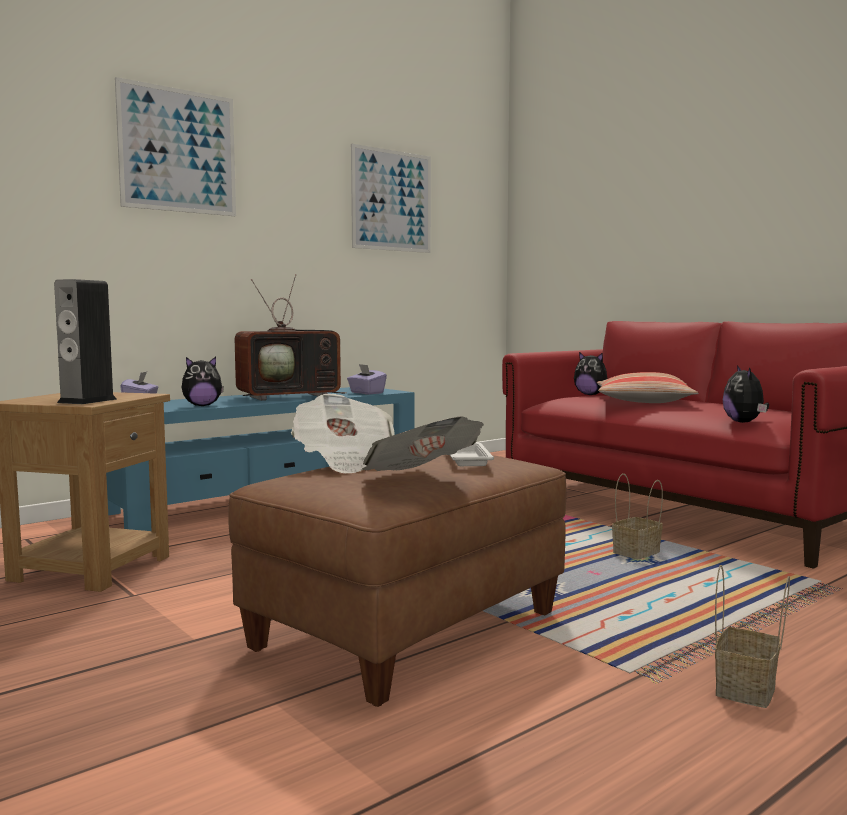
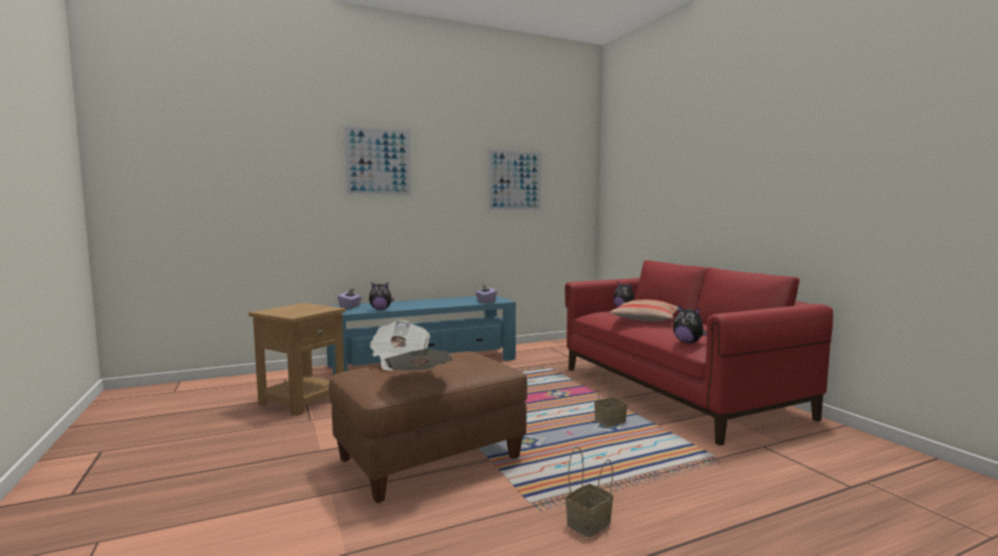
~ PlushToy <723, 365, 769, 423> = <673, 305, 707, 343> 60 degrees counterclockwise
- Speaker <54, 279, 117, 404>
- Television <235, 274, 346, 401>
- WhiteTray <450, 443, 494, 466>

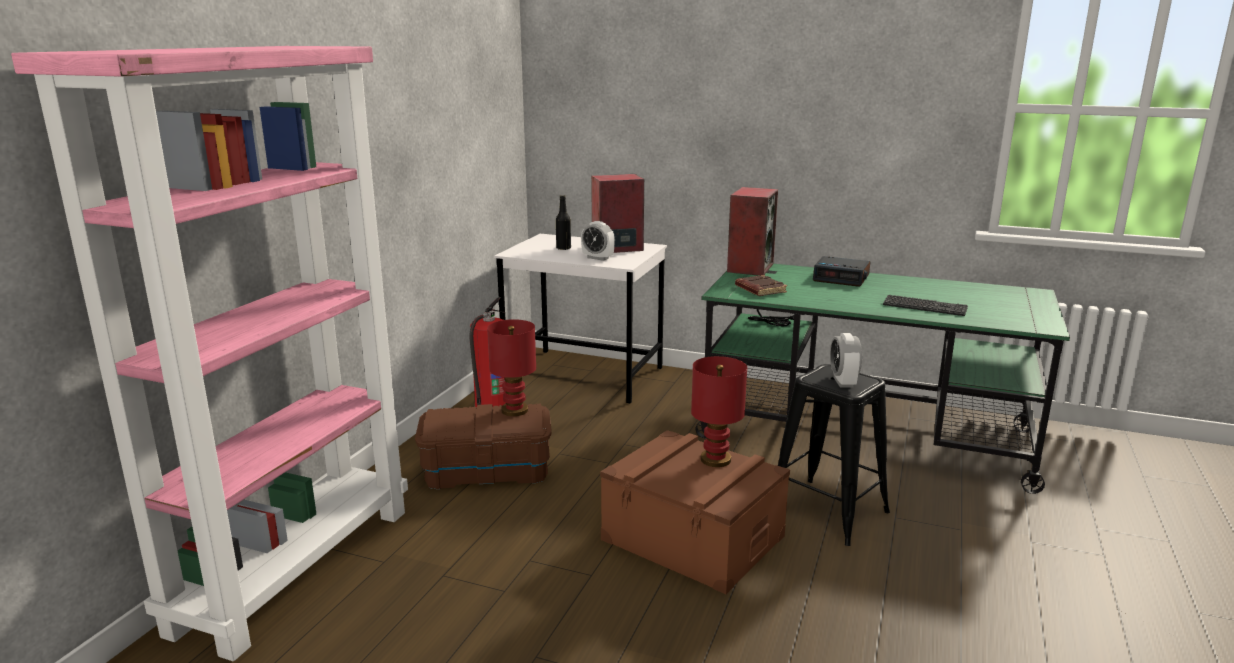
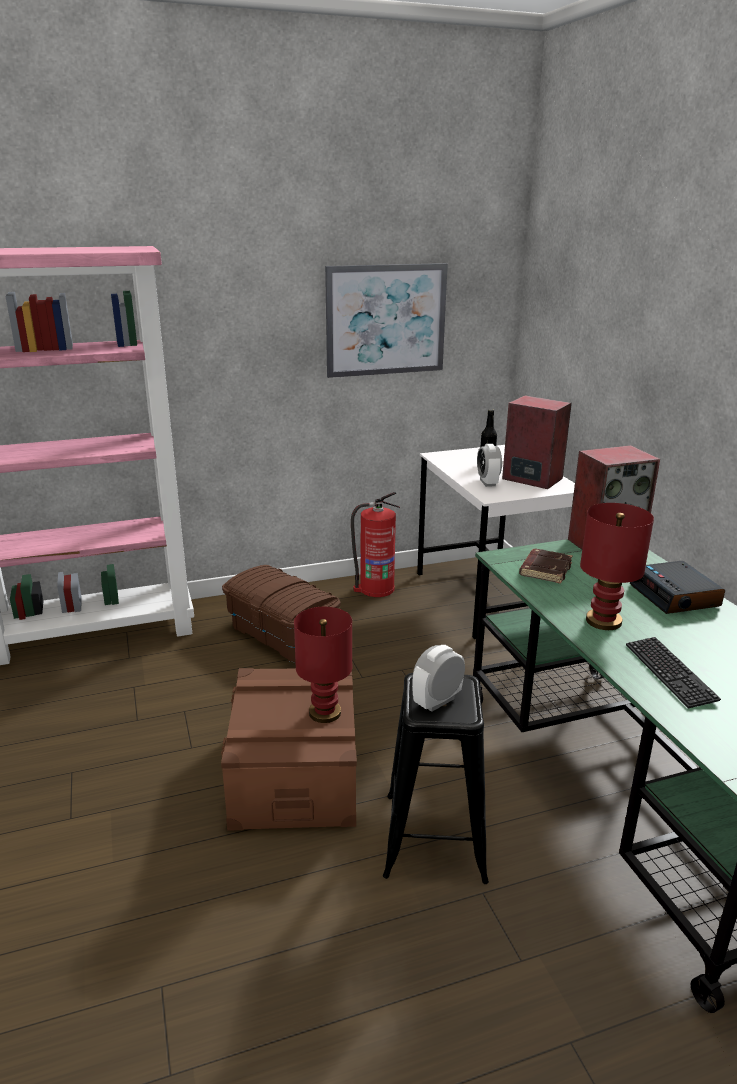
+ Picture <325, 263, 448, 378>
~ RedTableLamp <487, 319, 536, 416> to <580, 503, 654, 630>

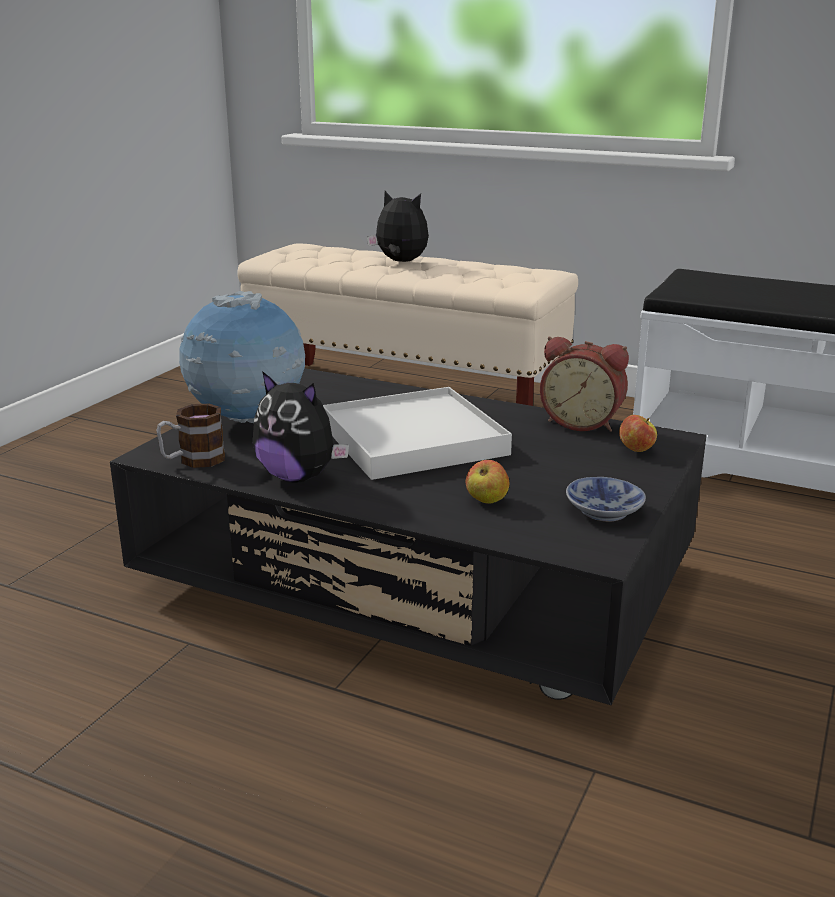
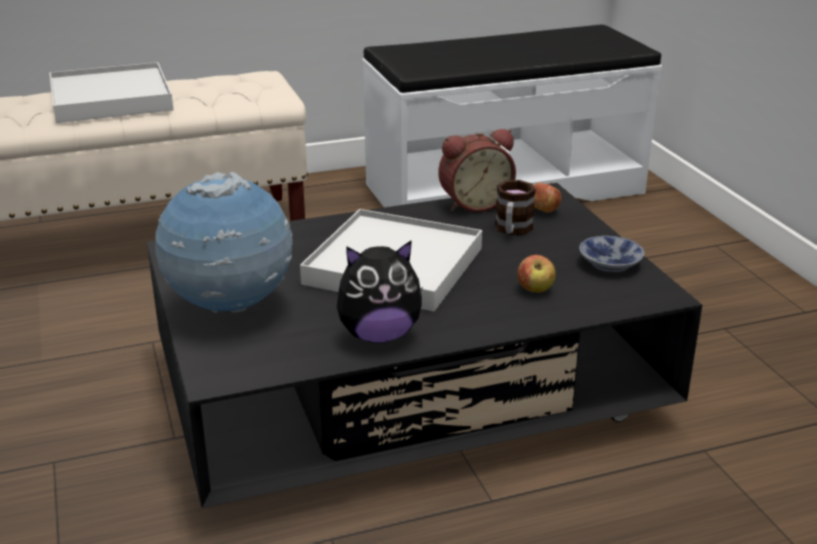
~ PlushToy <367, 191, 429, 262> to WhiteTray <49, 62, 174, 123>
~ Mug <156, 404, 225, 468> to <495, 180, 536, 235>

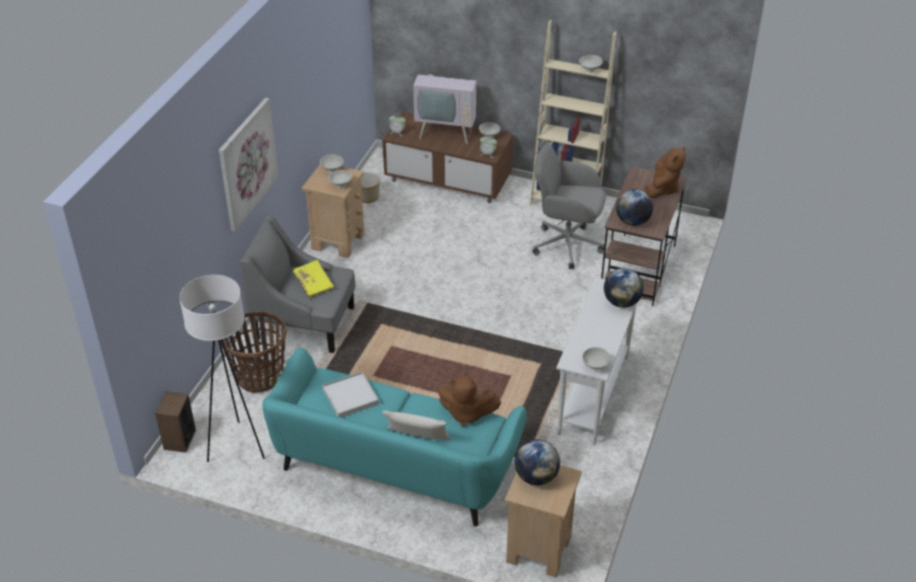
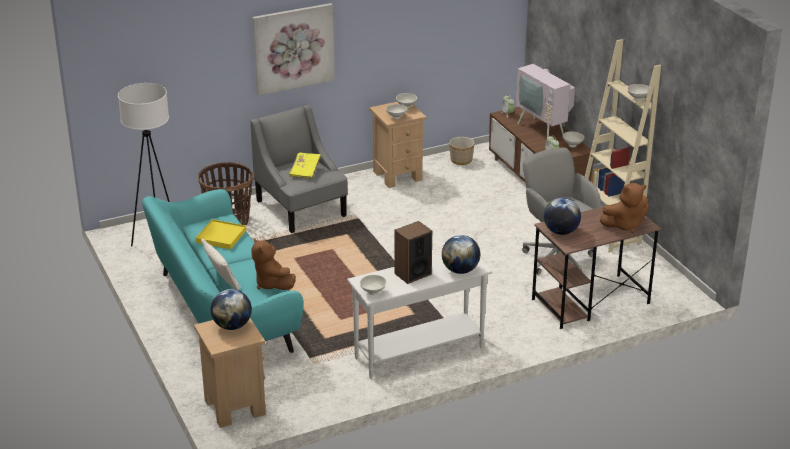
~ WhiteTray <322, 372, 379, 417> to YellowTray <196, 219, 246, 249>
~ Speaker <155, 391, 196, 453> to <394, 221, 432, 284>

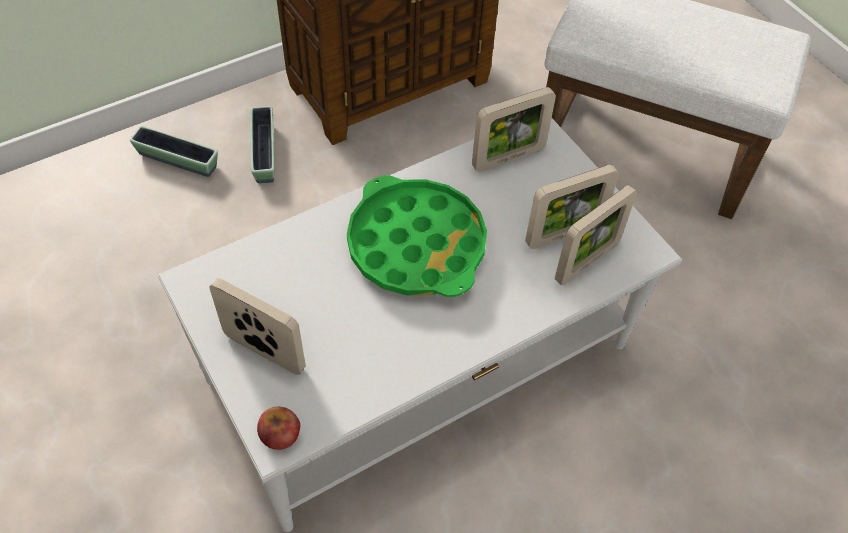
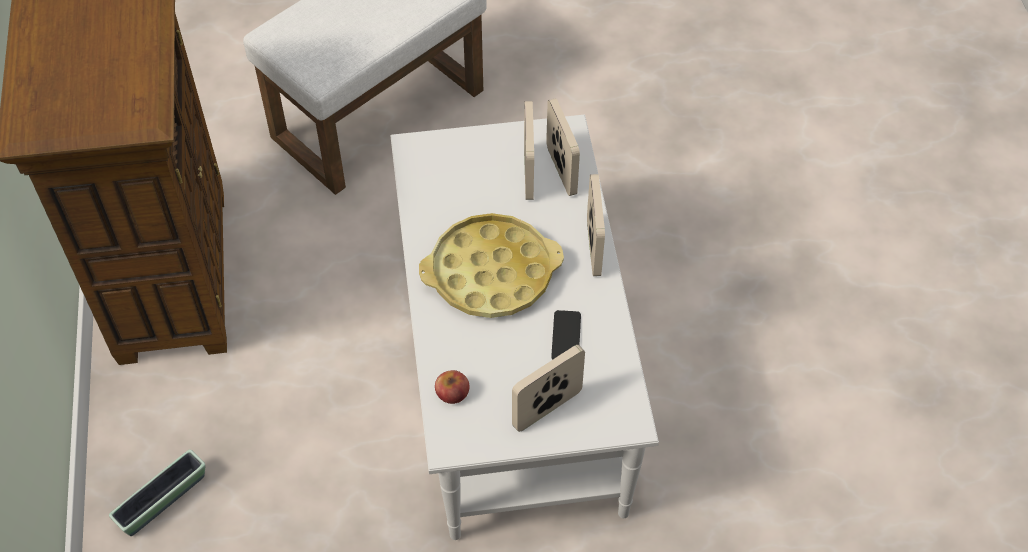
~ GreenTray <347, 175, 487, 297> to YellowTray <419, 213, 564, 318>
~ Apple <257, 407, 300, 450> to <435, 370, 469, 404>
+ Phone <551, 310, 581, 360>
~ PictureFrame <472, 87, 556, 172> to <587, 174, 605, 276>
- Planter <250, 106, 274, 183>

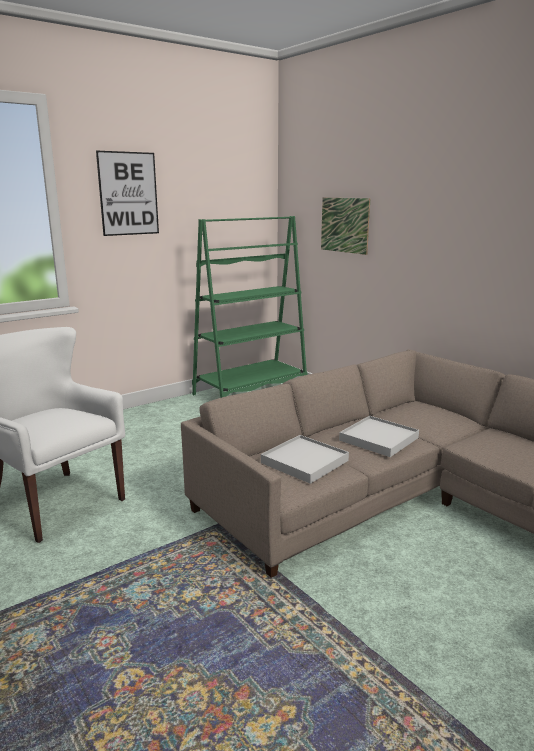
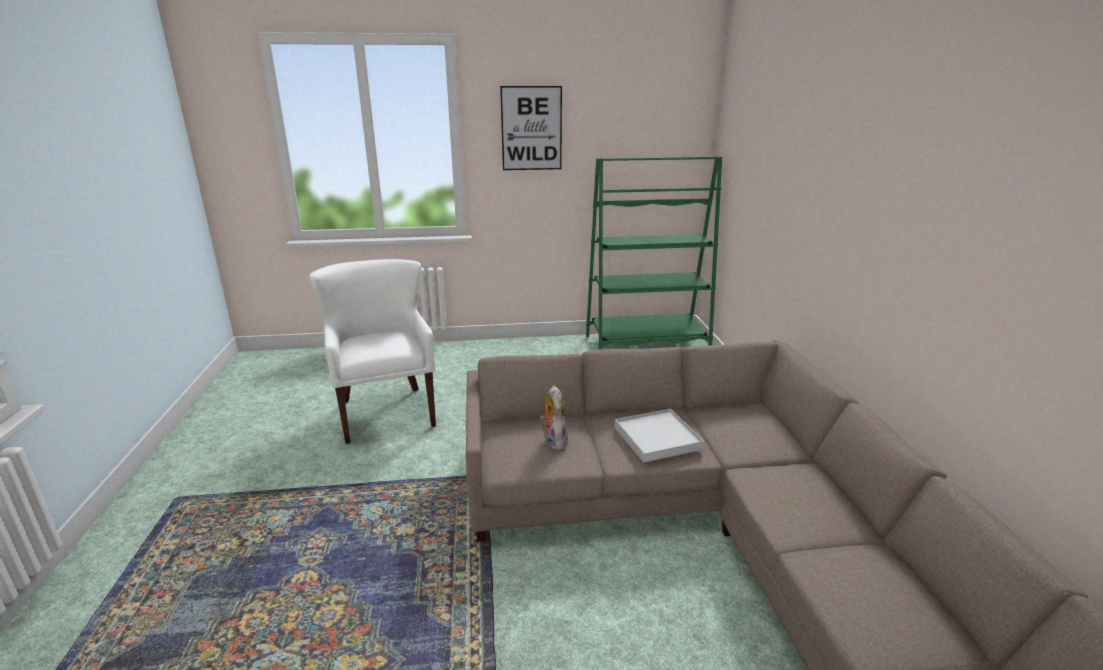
~ WhiteTray <261, 435, 349, 484> to PlushToy <540, 385, 568, 450>
- Picture <321, 198, 370, 255>

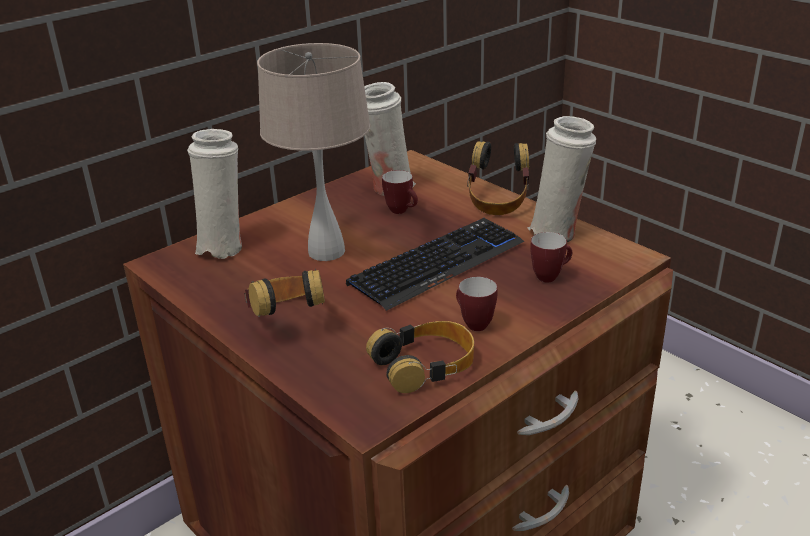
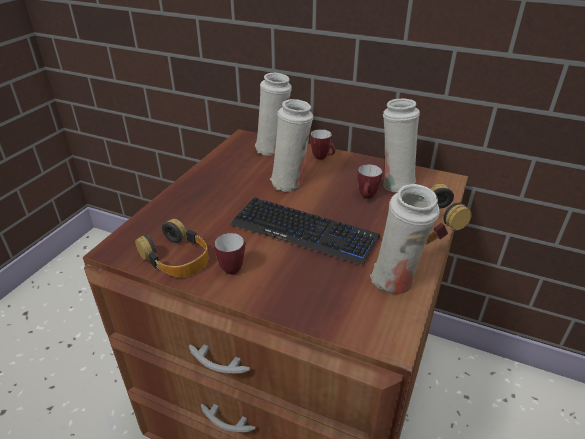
~ BeigeTableLamp <257, 43, 370, 261> to WhiteVase <270, 99, 313, 192>
~ Mug <530, 232, 572, 283> to <310, 129, 335, 160>
- Headphones <245, 269, 325, 317>

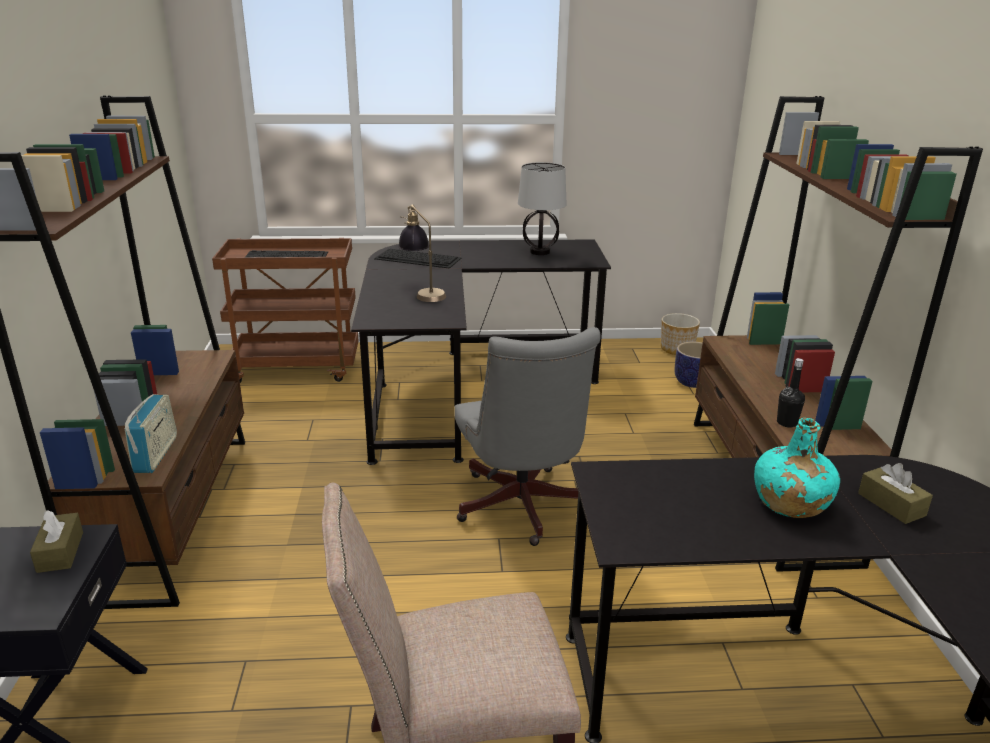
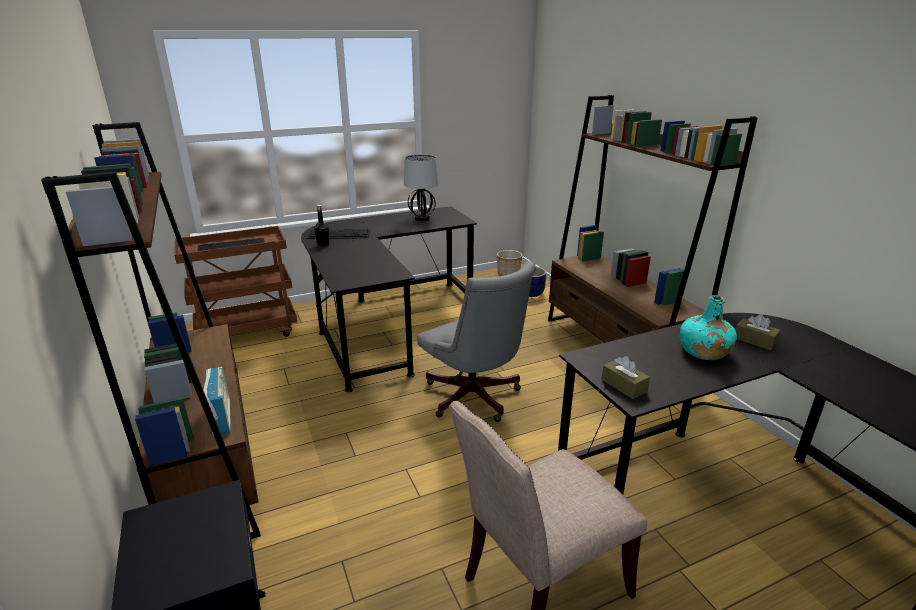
~ BlackBottle <777, 358, 805, 428> to <314, 205, 329, 247>
~ BrownTissueBox <30, 510, 83, 573> to <602, 356, 650, 399>
- TableLamp <398, 205, 446, 302>

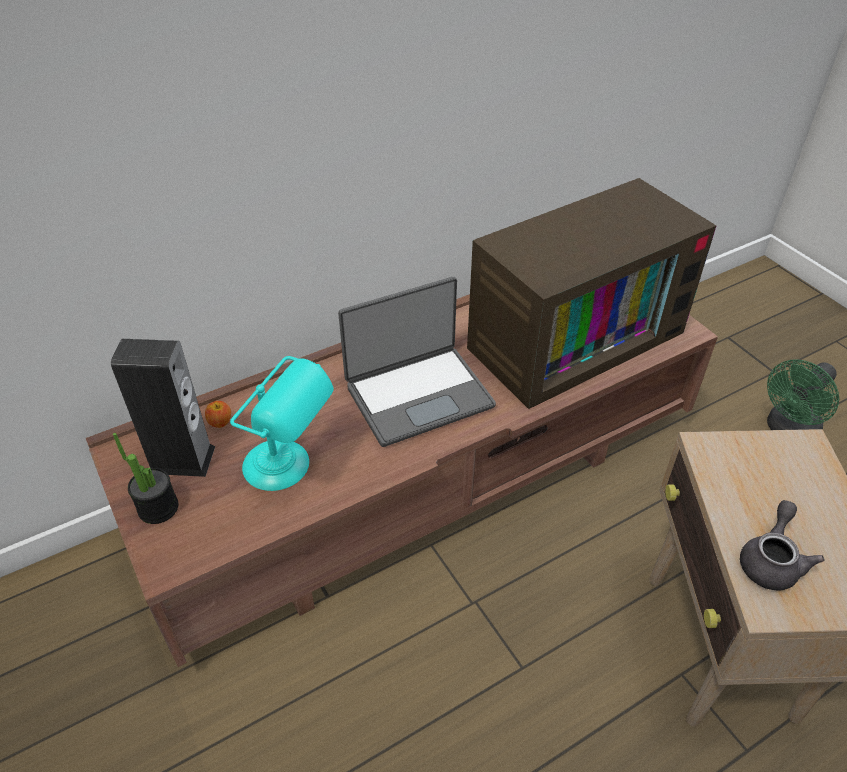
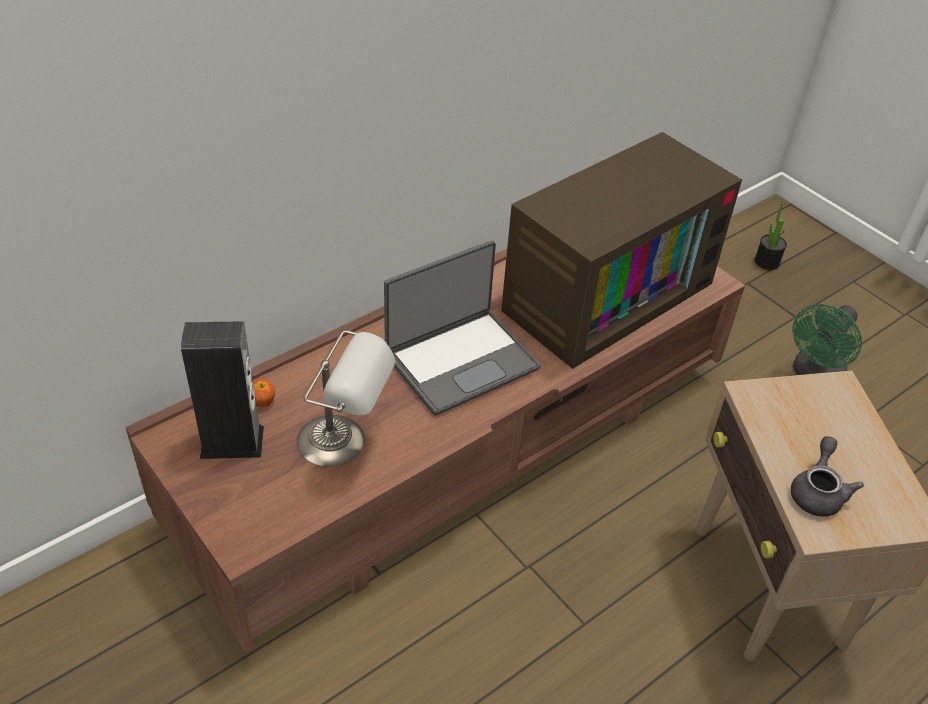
~ TurquoiseTableLamp <230, 356, 334, 491> to WhiteTableLamp <297, 330, 395, 467>
~ PottedPlant <113, 433, 178, 524> to <754, 203, 787, 270>

